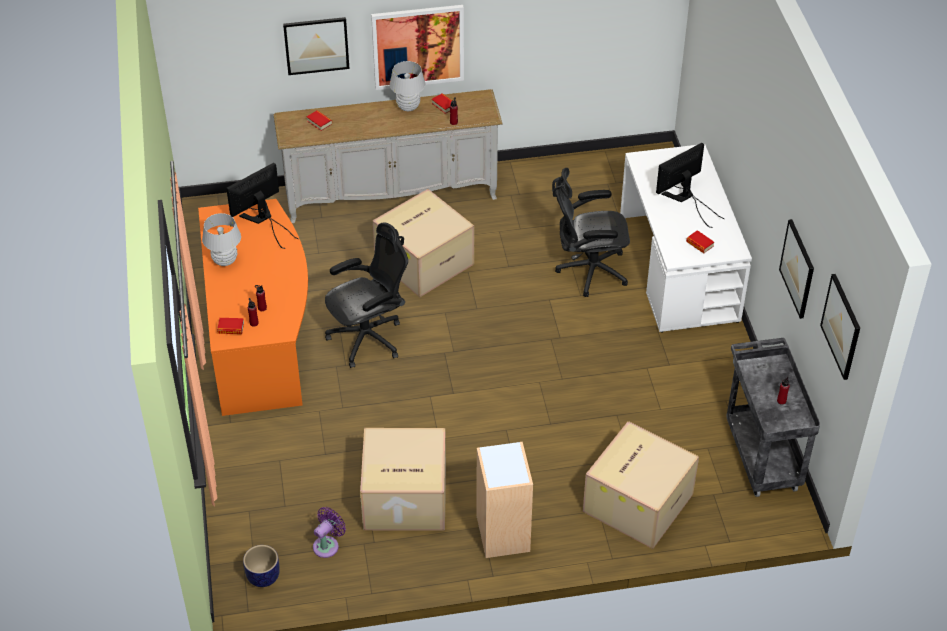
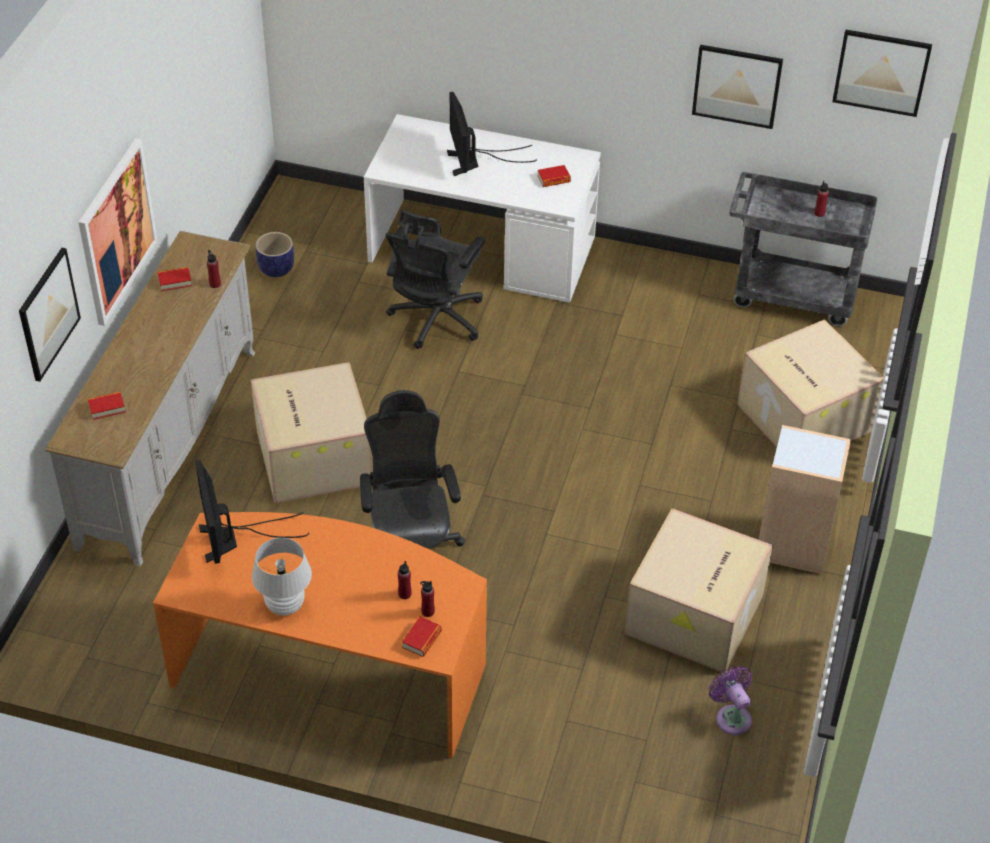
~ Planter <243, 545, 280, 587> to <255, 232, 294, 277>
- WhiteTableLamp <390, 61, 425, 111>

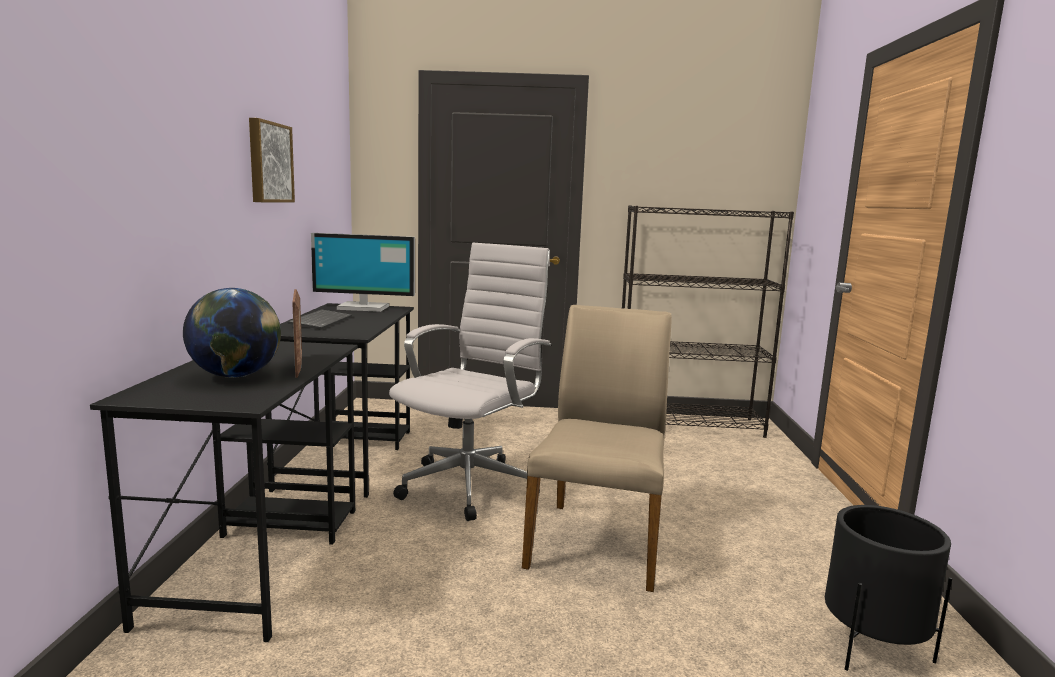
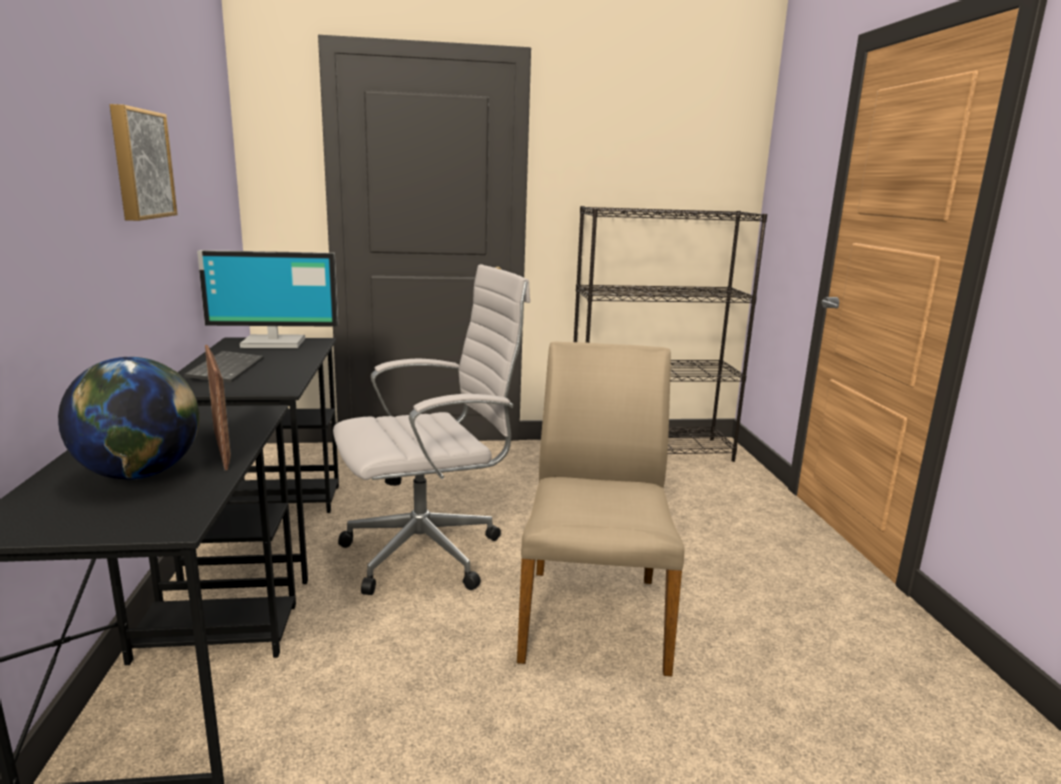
~ WhiteOfficeChair <389, 243, 551, 521> = <333, 264, 530, 595> 45 degrees clockwise
- BlackPlanter <825, 505, 952, 671>

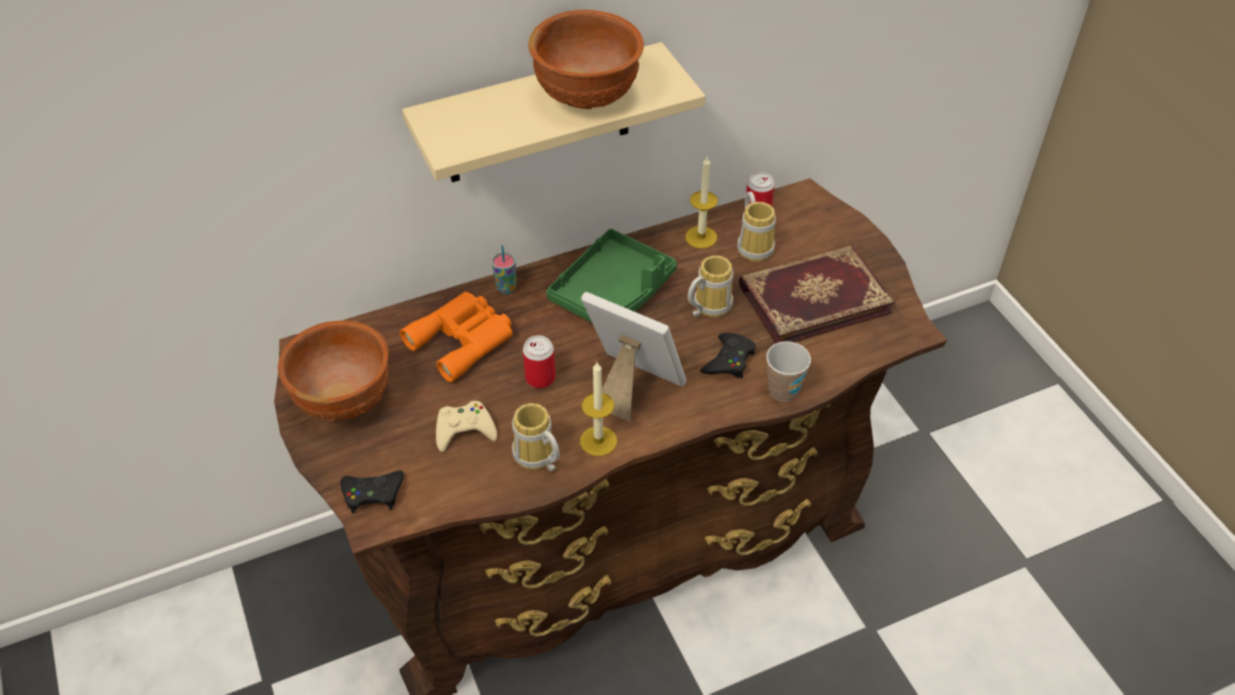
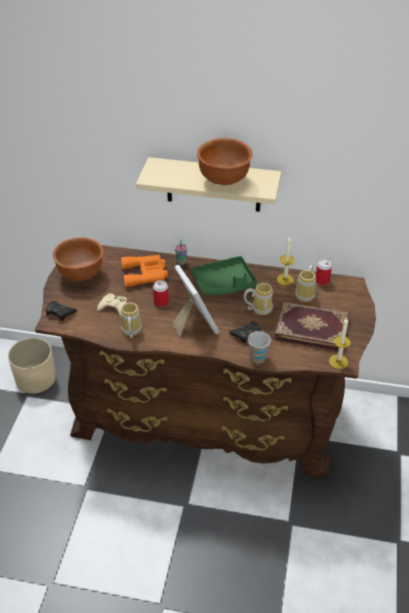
+ BeigePlanter <8, 338, 56, 394>
~ Candle <580, 362, 617, 456> to <329, 318, 351, 369>

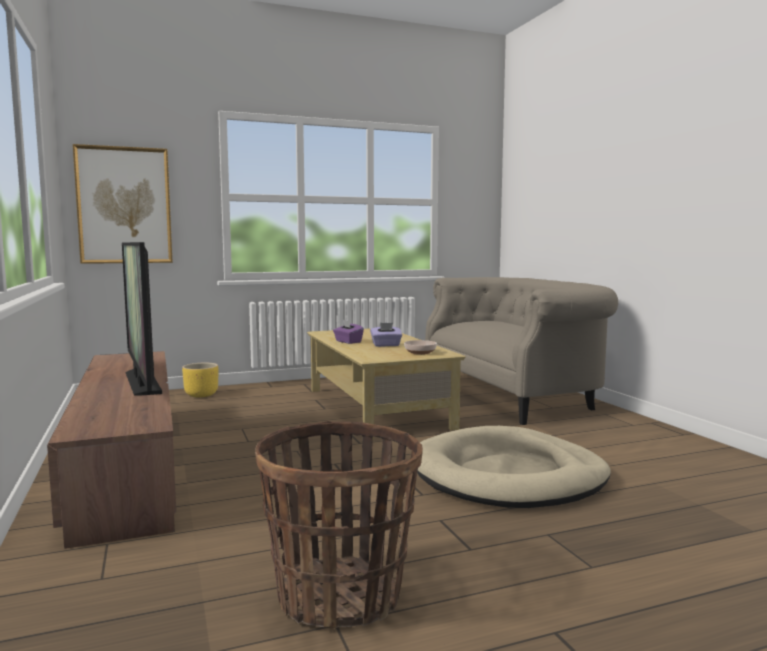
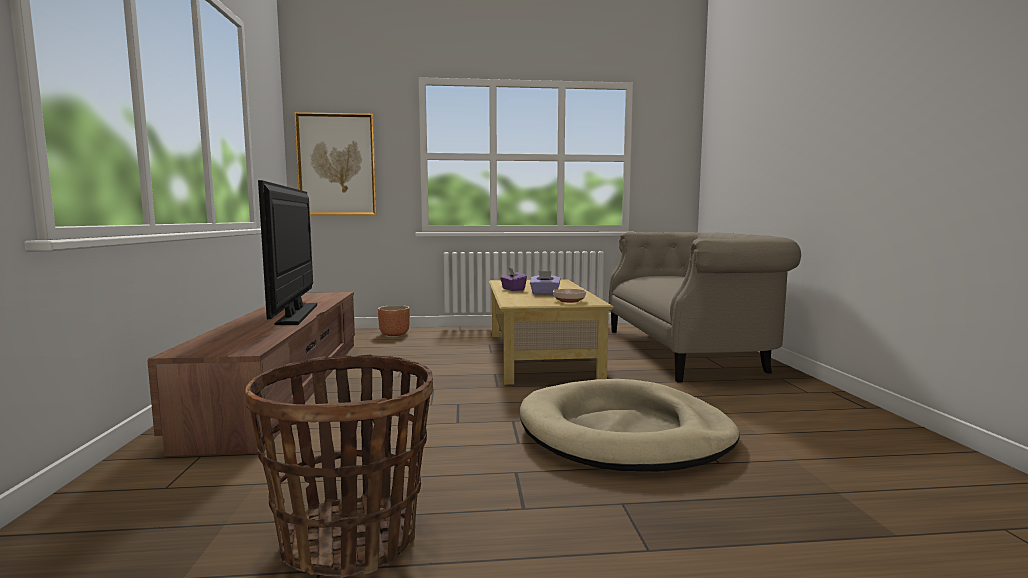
~ YellowPlanter <182, 363, 218, 398> to BrownPlanter <378, 305, 410, 336>

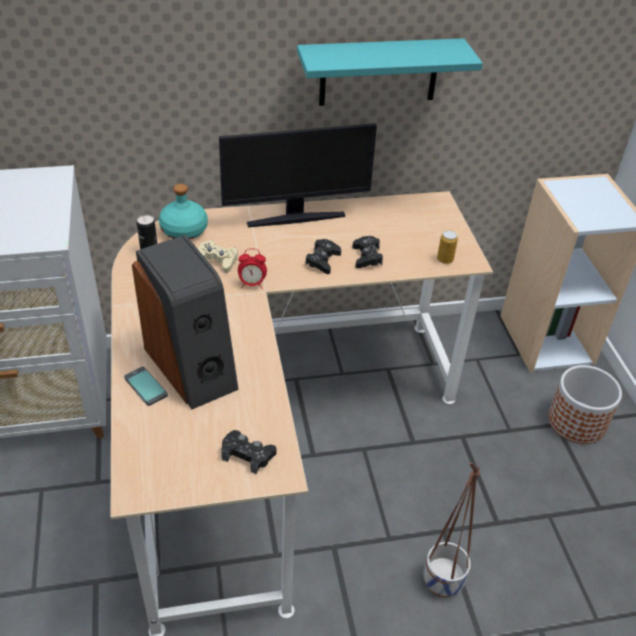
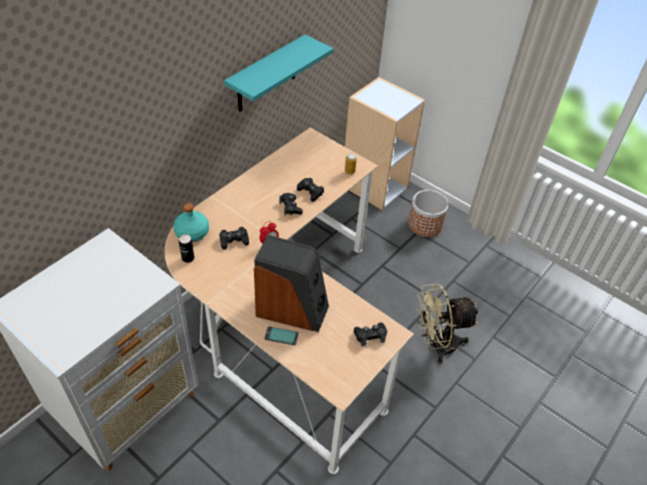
~ BeigeGameController <198, 240, 238, 273> to BlackGameController <219, 227, 249, 250>
~ Planter <423, 462, 481, 597> to BeigeFan <417, 284, 478, 363>
- Monitor <219, 123, 377, 227>

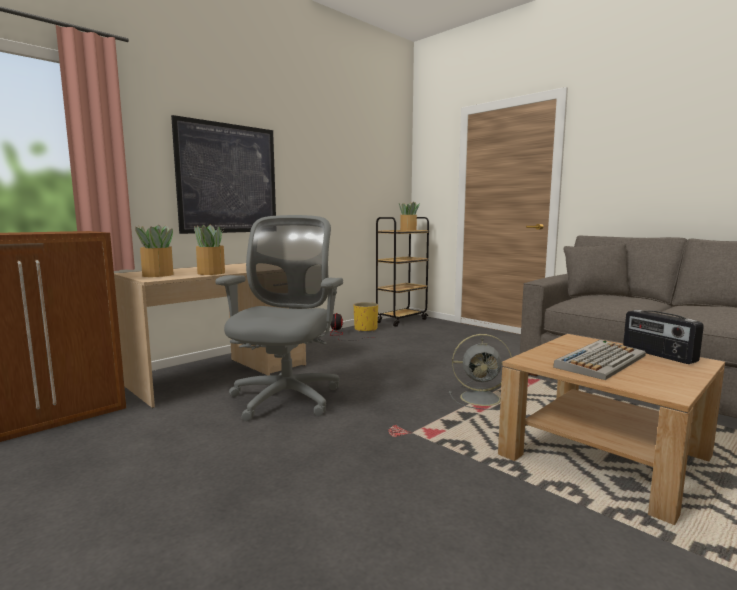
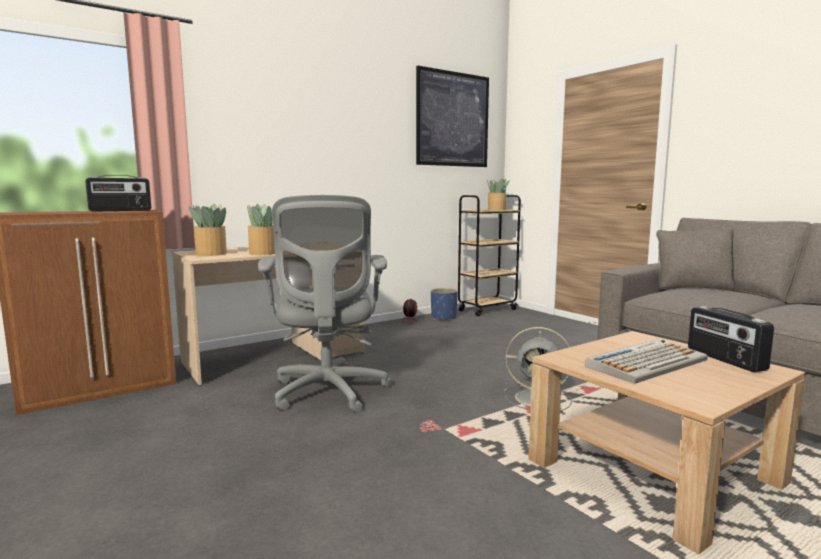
+ Radio <85, 175, 151, 212>
~ GreyOfficeChair <216, 215, 343, 421> = <258, 195, 393, 412> 150 degrees clockwise
~ Picture <171, 115, 276, 234> to <416, 66, 489, 167>
~ YellowPlanter <354, 302, 378, 332> to BluePlanter <431, 288, 458, 320>

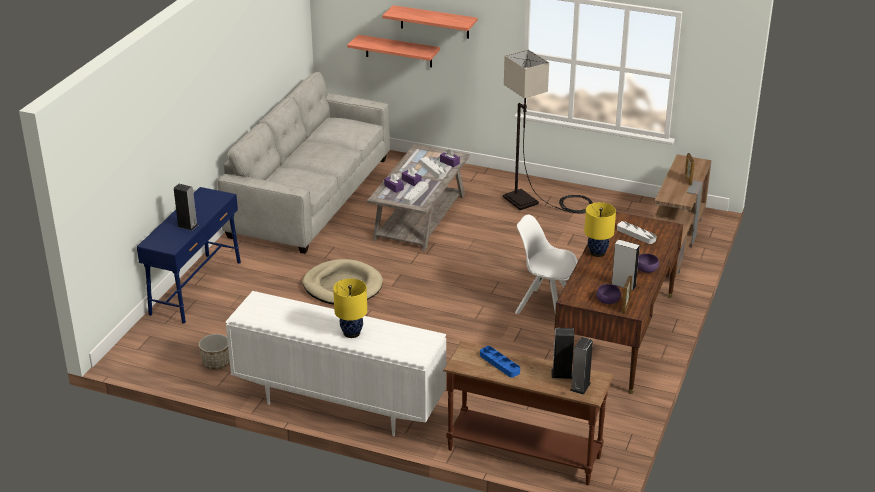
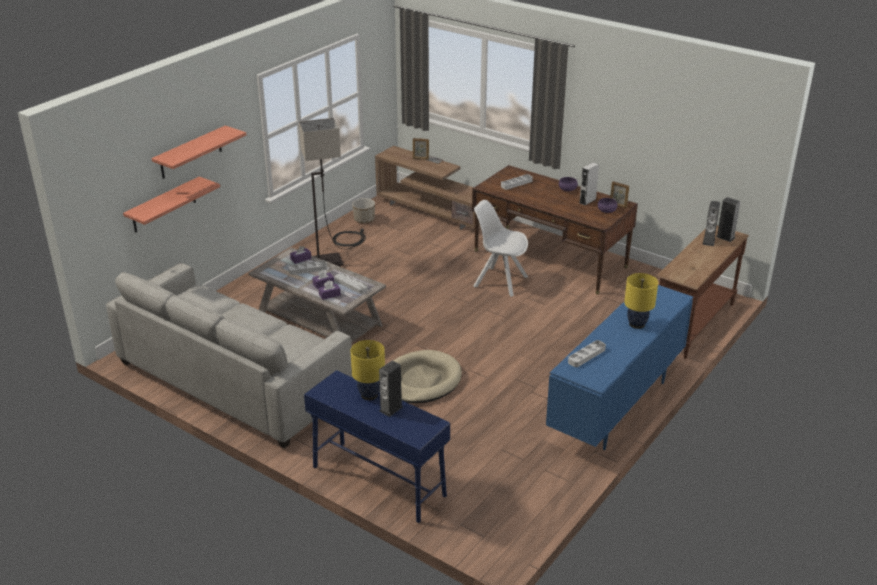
~ YellowTableLamp <584, 202, 616, 257> to <350, 340, 385, 400>
~ Planter <199, 334, 230, 370> to <352, 198, 375, 223>
~ WhiteChair <515, 215, 578, 314> = <474, 200, 528, 297> 75 degrees clockwise
~ WhiteDresser <226, 291, 446, 436> to BlueDresser <546, 285, 693, 450>
+ GreyTray <568, 340, 606, 367>
- BlueTray <480, 346, 520, 377>

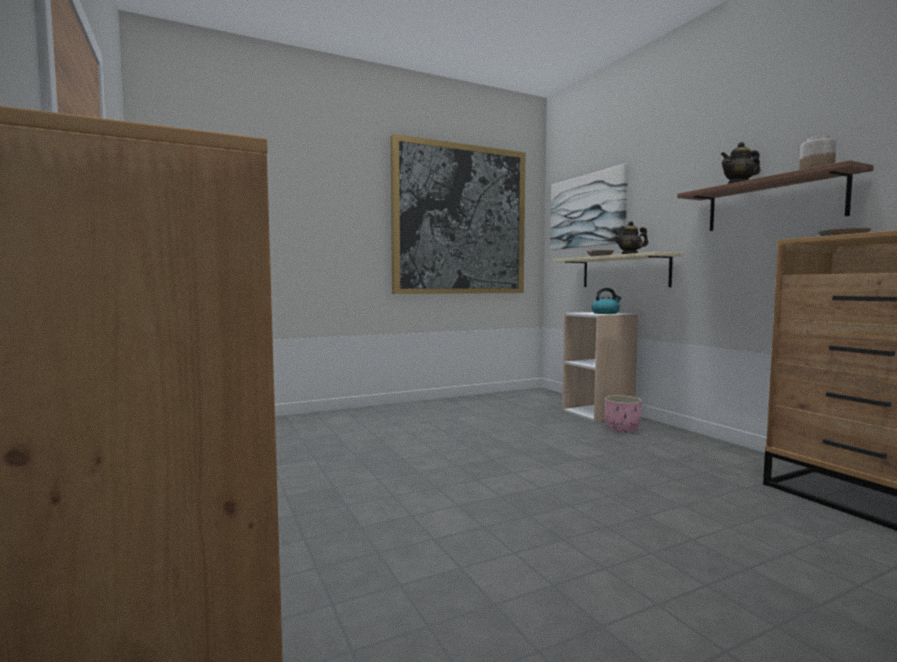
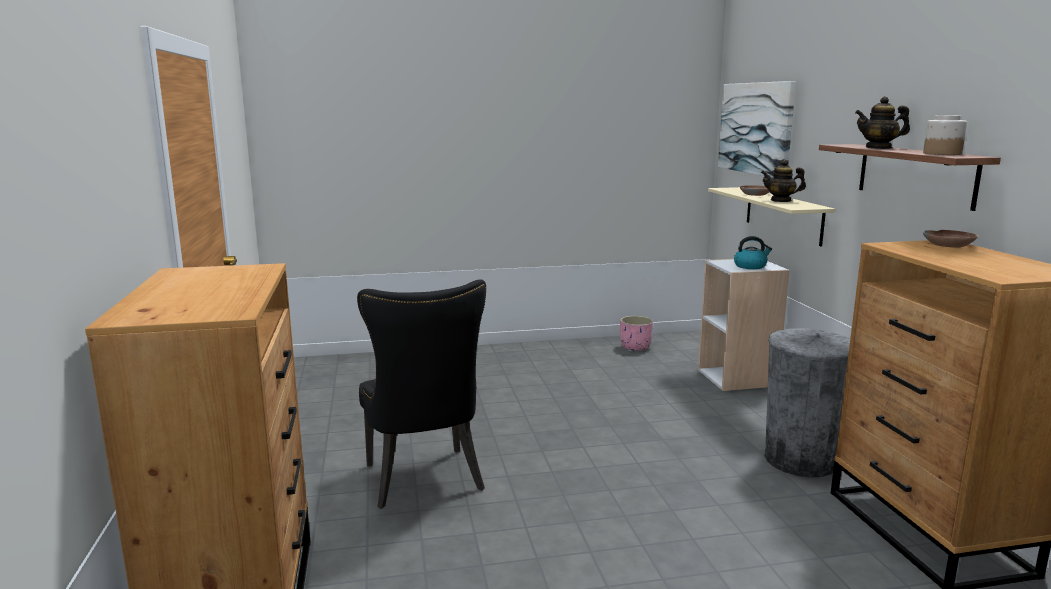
+ BlackChair <357, 279, 486, 509>
~ PinkPlanter <605, 395, 642, 432> to <620, 316, 653, 351>
+ GreyTrashCan <765, 328, 850, 477>
- Picture <391, 134, 525, 294>

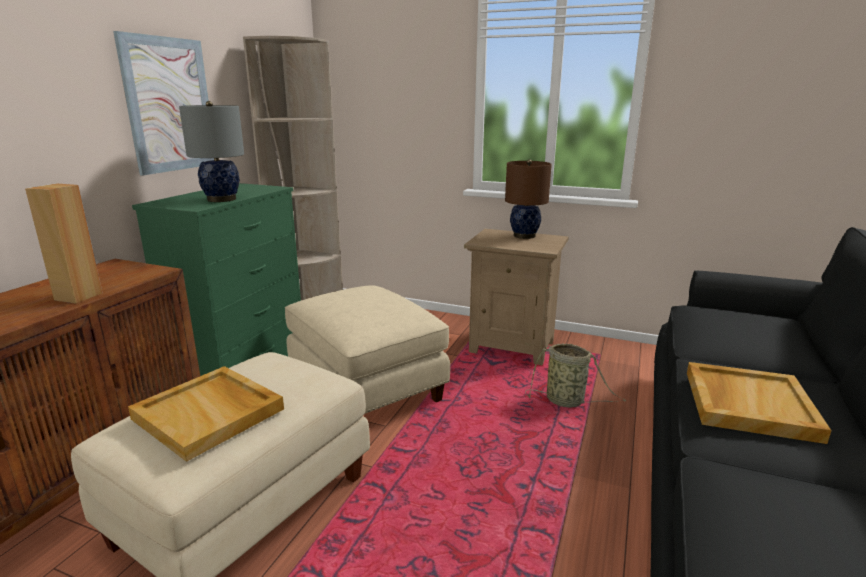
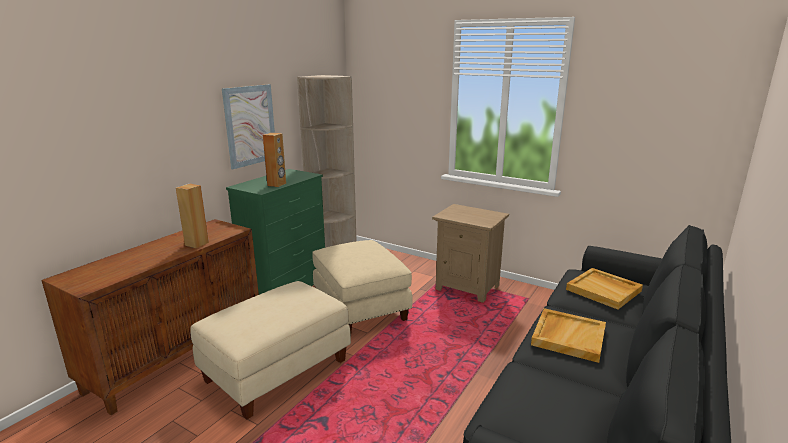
~ GreyTableLamp <179, 101, 244, 202> to BrownSpeaker <263, 133, 286, 187>
~ BeigeTray <128, 366, 284, 462> to <566, 268, 643, 309>
- BrownTableLamp <505, 159, 552, 239>
- Basket <525, 344, 626, 407>

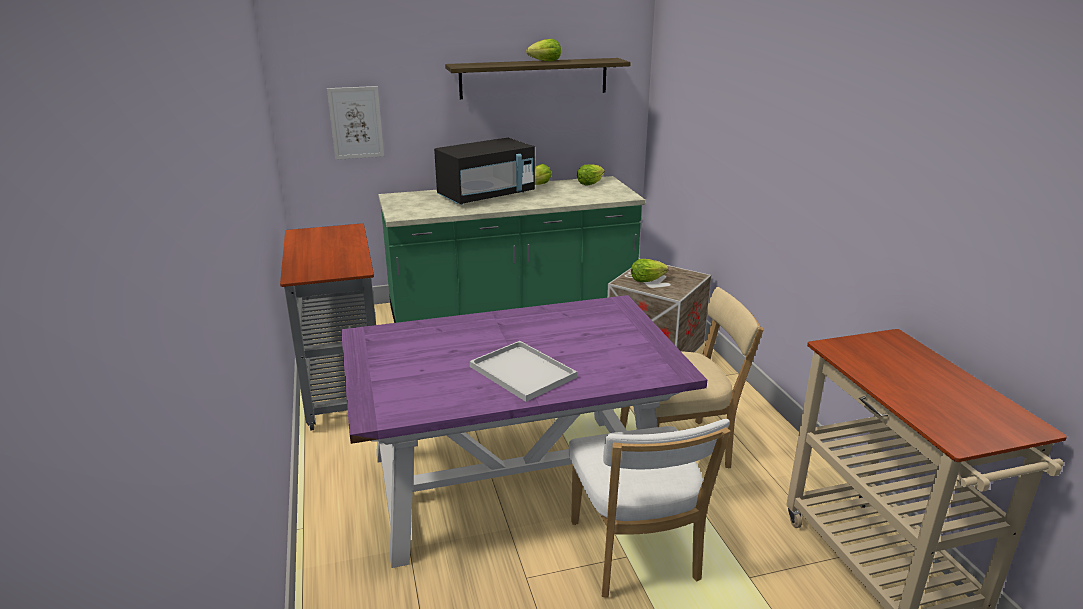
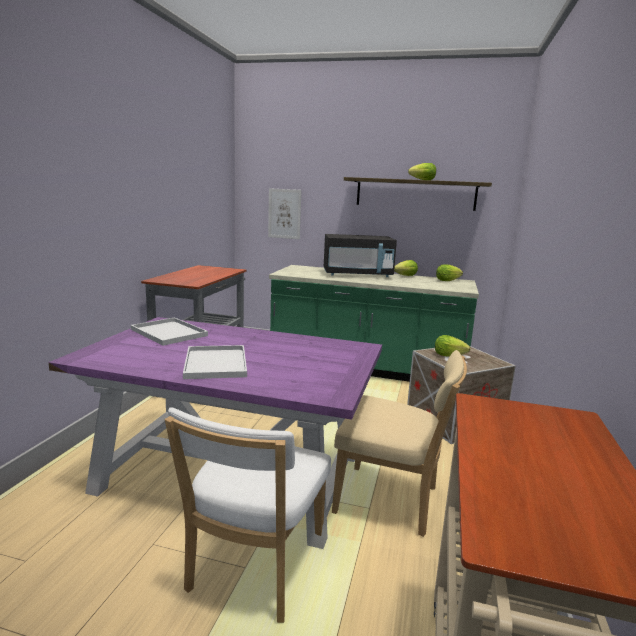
+ WhiteTray <131, 317, 208, 346>

